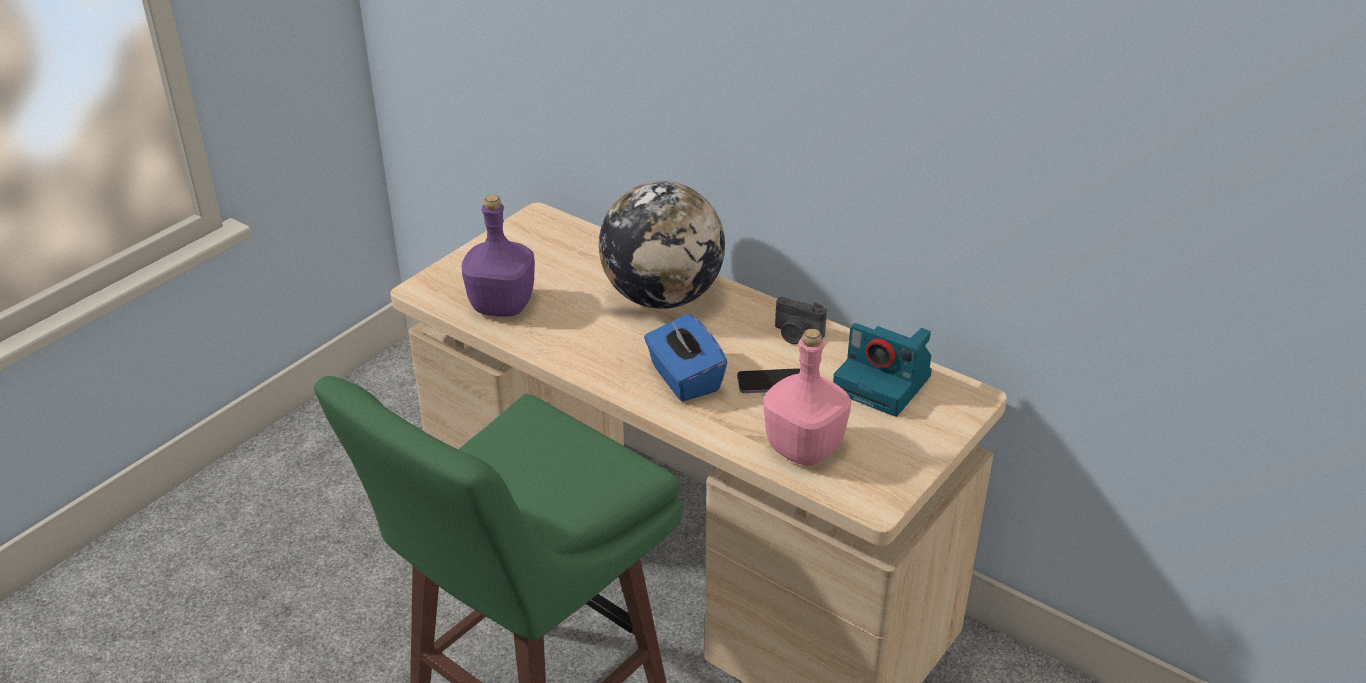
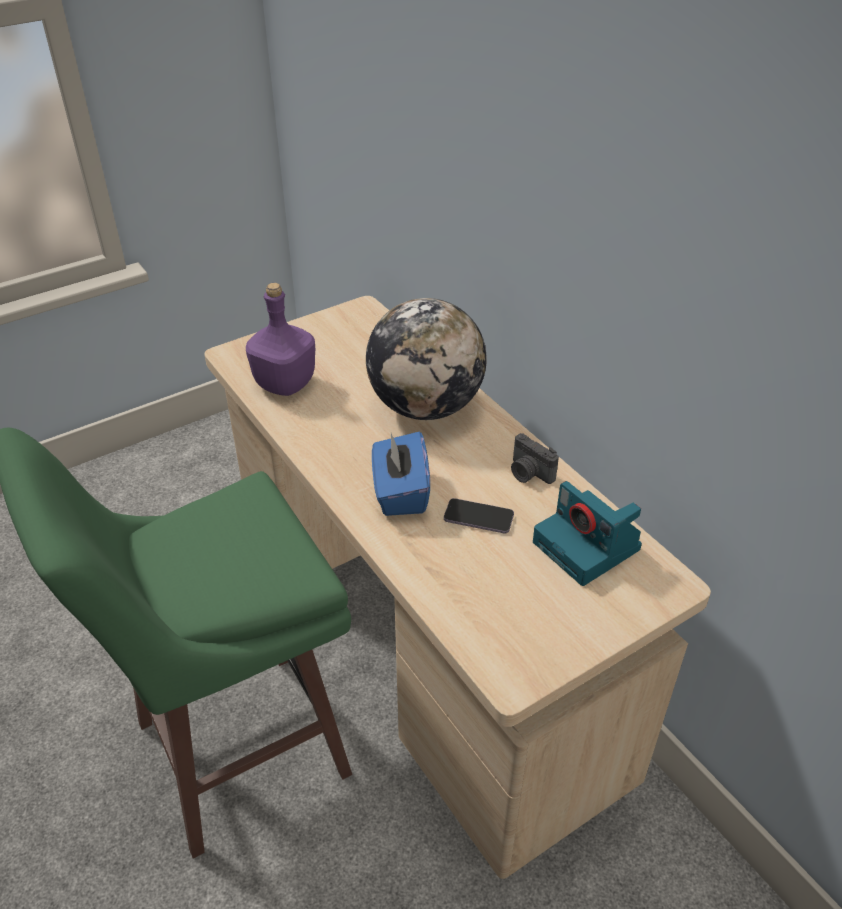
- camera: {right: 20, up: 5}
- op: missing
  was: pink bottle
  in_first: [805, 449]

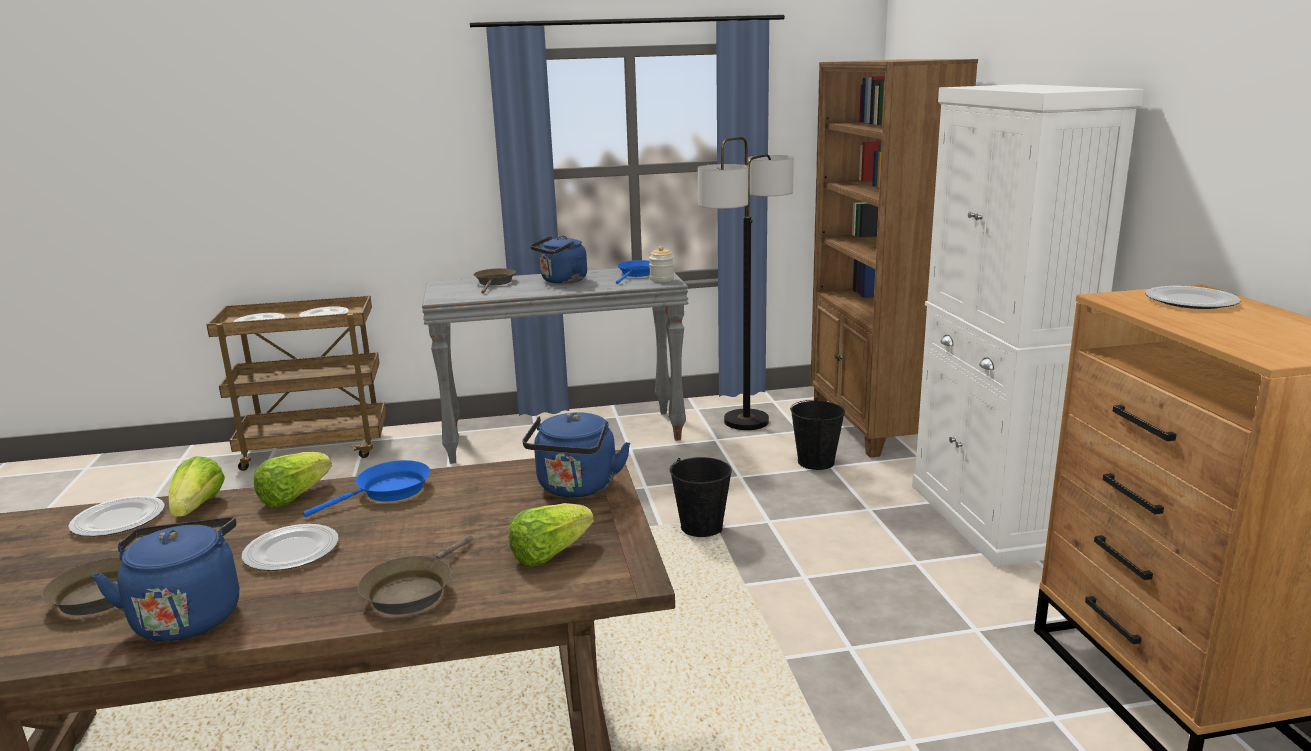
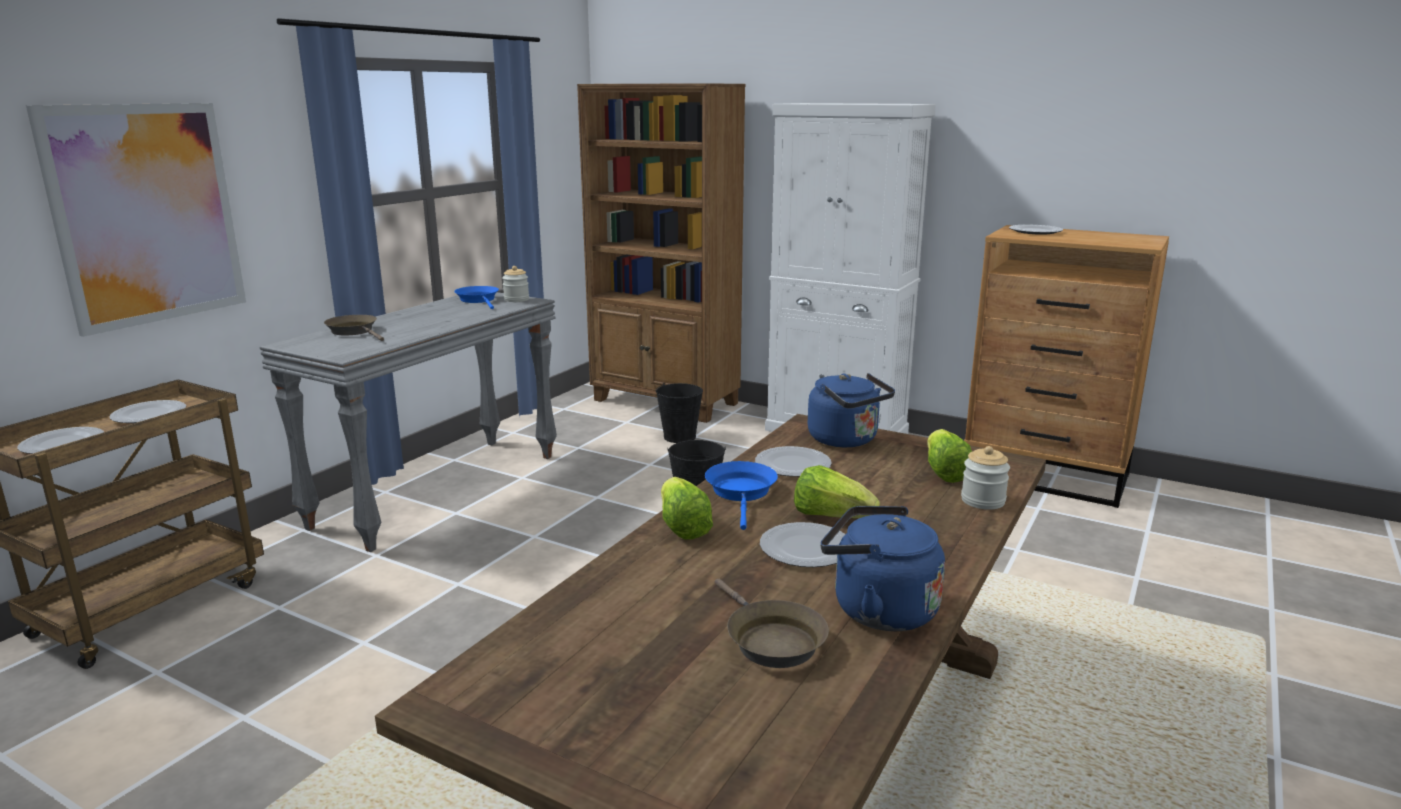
- camera: {right: -50, up: 0}
- op: relocated
  was: plate
  in_first: [120, 520]
  in_second: [793, 465]
- op: relocated
  was: lettuce
  in_first: [198, 508]
  in_second: [831, 516]
- op: missing
  was: brown frying pan
  in_first: [412, 590]
- op: missing
  was: blue kettle
  in_first: [562, 281]
- op: missing
  was: floor lamp
  in_first: [746, 421]
- op: appeared
  now: picture
  in_second: [146, 214]
- op: appeared
  now: jar
  in_second: [983, 501]

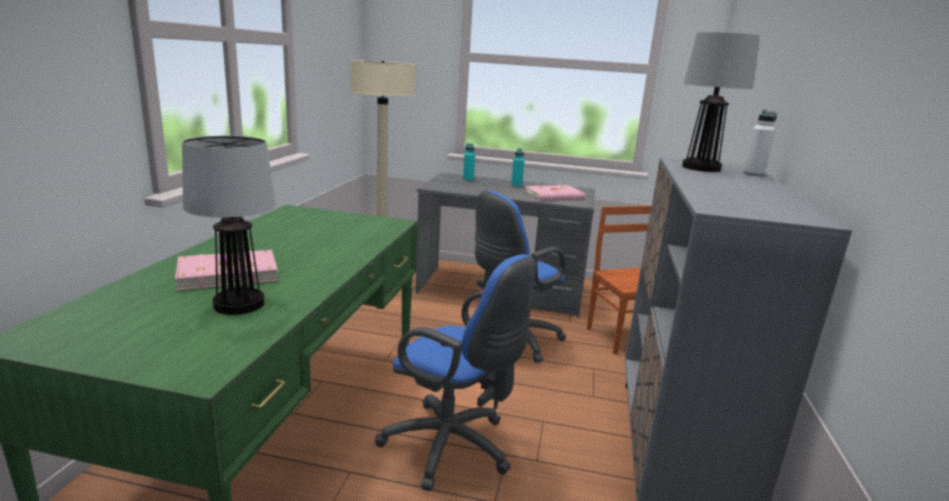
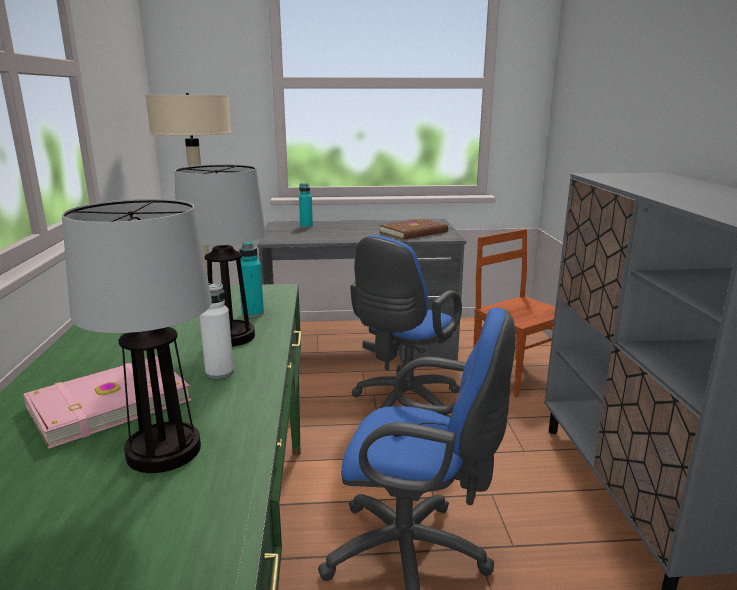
- camera: {right: -15, up: 0}
- op: relocated
  was: turquoise bottle
  in_first: [516, 186]
  in_second: [252, 313]
- op: colour
  was: pink book
  now: brown book
  in_first: [555, 196]
  in_second: [414, 232]
- op: relocated
  was: table lamp
  in_first: [701, 168]
  in_second: [231, 336]
- op: relocated
  was: white bottle
  in_first: [753, 174]
  in_second: [219, 372]

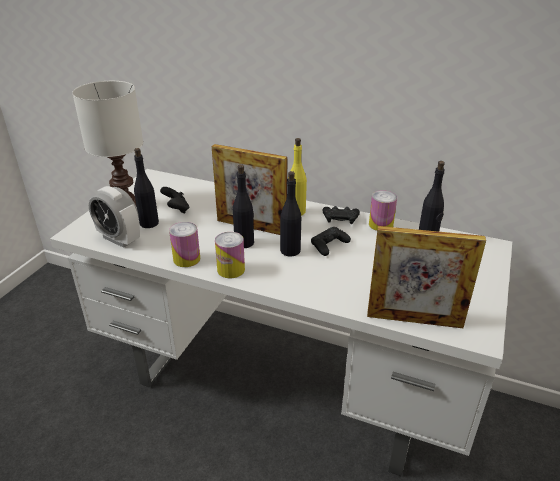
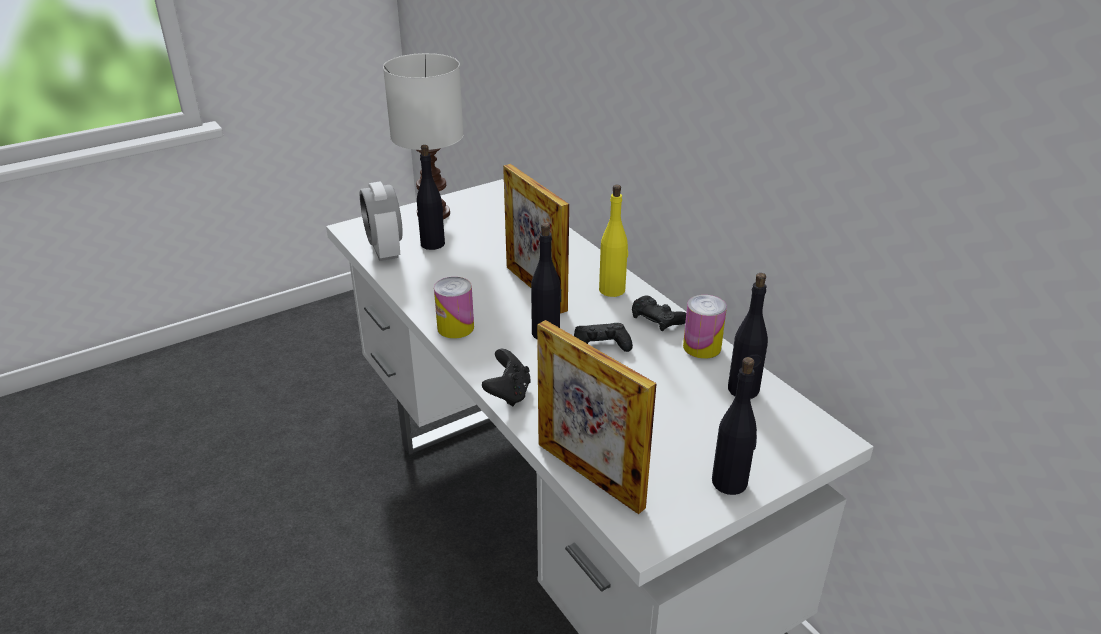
- camera: {right: 35, up: 0}
- op: relocated
  was: black game controller
  in_first: [176, 209]
  in_second: [508, 393]
- op: missing
  was: can
  in_first: [186, 259]
- op: relocated
  was: black bottle
  in_first: [244, 242]
  in_second: [730, 482]

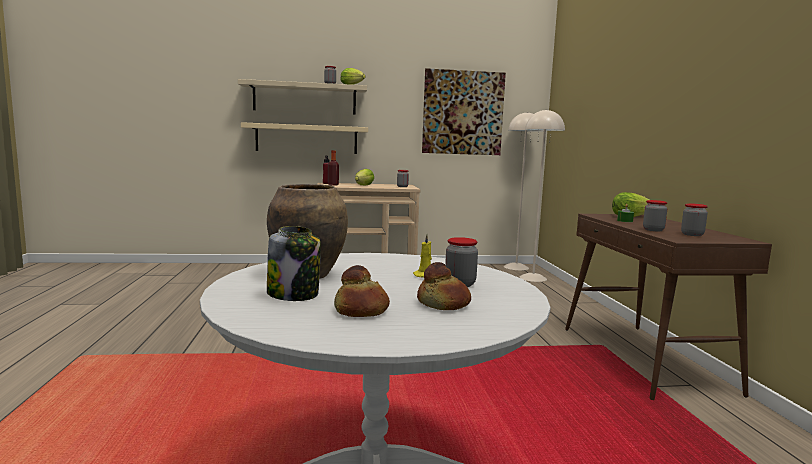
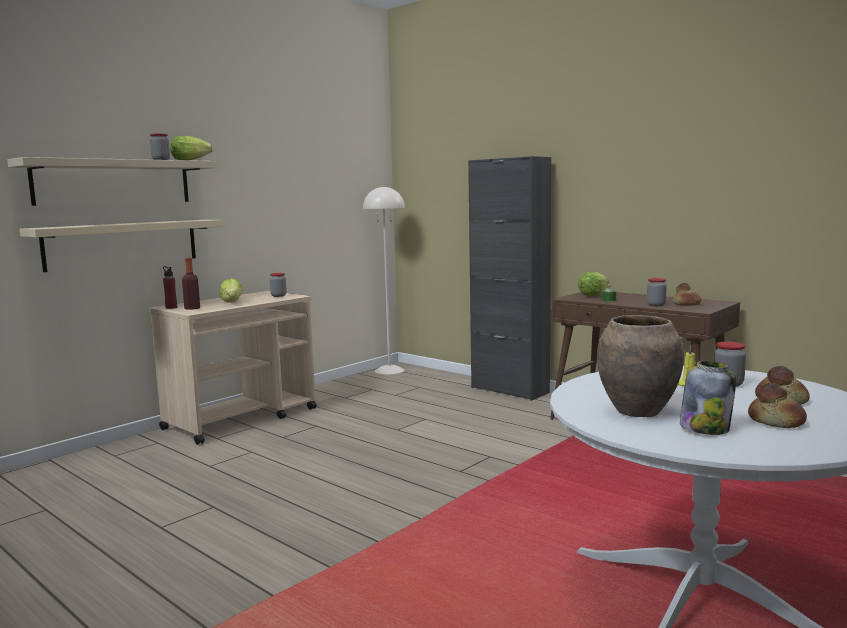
- camera: {right: -40, up: 0}
- op: missing
  was: picture
  in_first: [463, 113]
- op: missing
  was: beige floor lamp
  in_first: [533, 278]
- op: exchanged
  was: jar
  now: bread
  in_first: [692, 234]
  in_second: [687, 304]
- op: appeared
  now: black cabinet
  in_second: [509, 390]

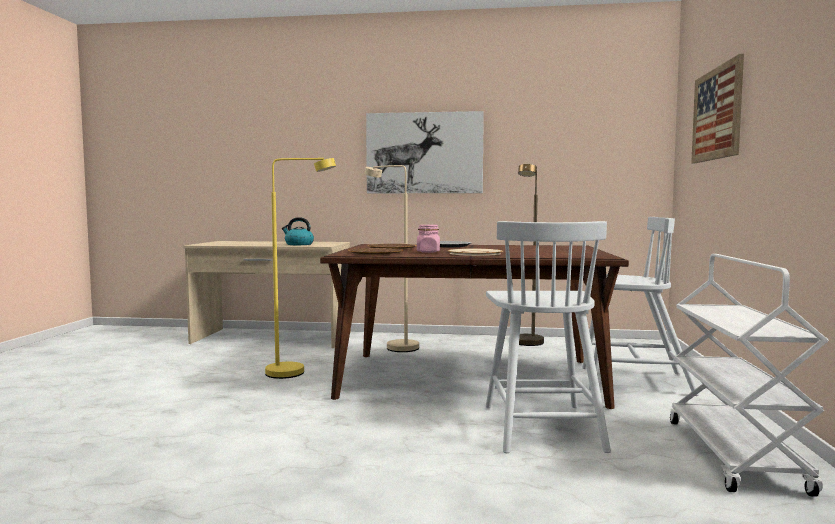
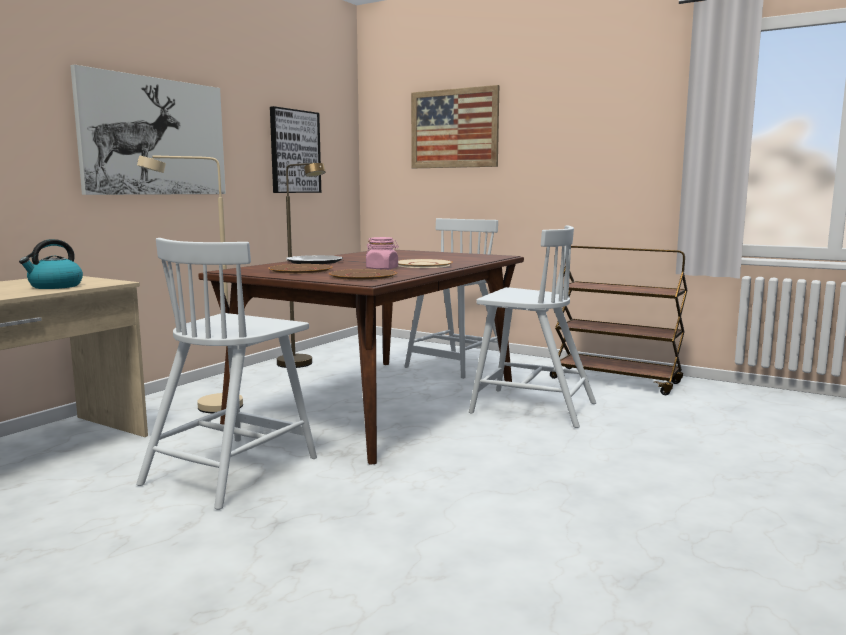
- camera: {right: -65, up: 5}
- op: exchanged
  was: yellow floor lamp
  now: white chair
  in_first: [296, 372]
  in_second: [233, 469]
- op: colour
  was: white cart
  now: brown cart
  in_first: [735, 456]
  in_second: [616, 381]
- op: appeared
  now: picture
  in_second: [294, 151]

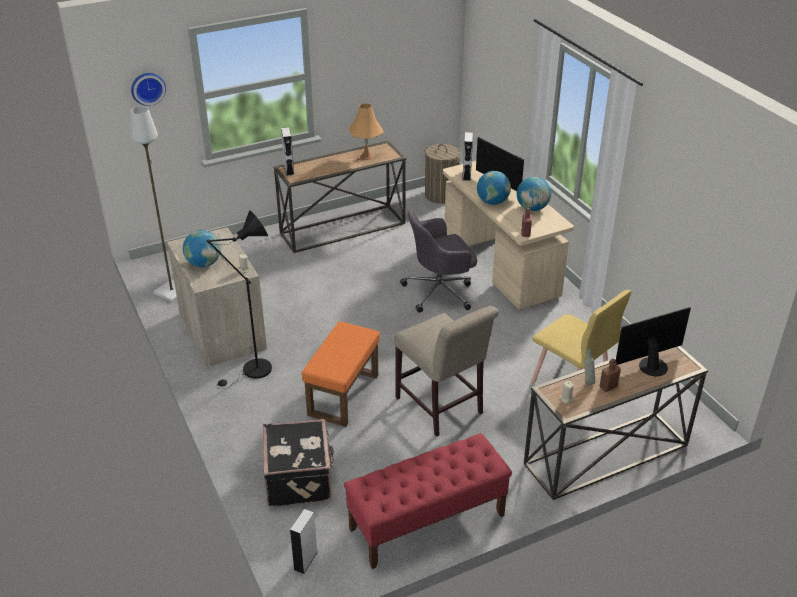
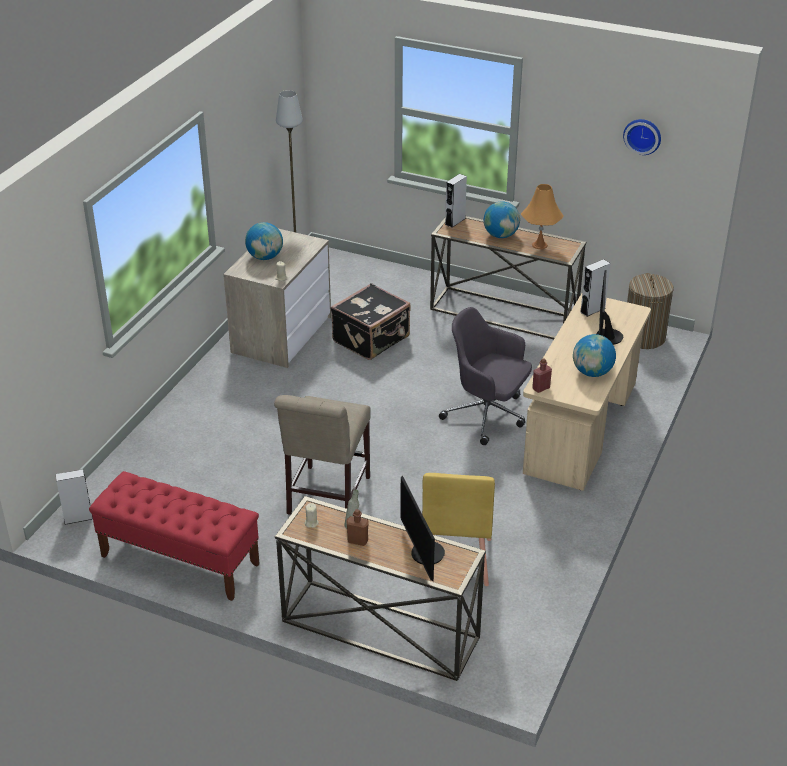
- camera: {right: 50, up: 0}
- op: relocated
  was: wall clock
  in_first: [147, 88]
  in_second: [643, 135]
- op: missing
  was: black floor lamp
  in_first: [252, 372]
- op: relocated
  was: black suitcase
  in_first: [300, 479]
  in_second: [372, 339]
- op: missing
  was: orange ottoman
  in_first: [344, 396]
- op: relocated
  was: globe
  in_first: [492, 202]
  in_second: [501, 235]
- op: spun
  was: monitor
  in_first: [651, 365]
  in_second: [424, 554]
  clockwise: -135

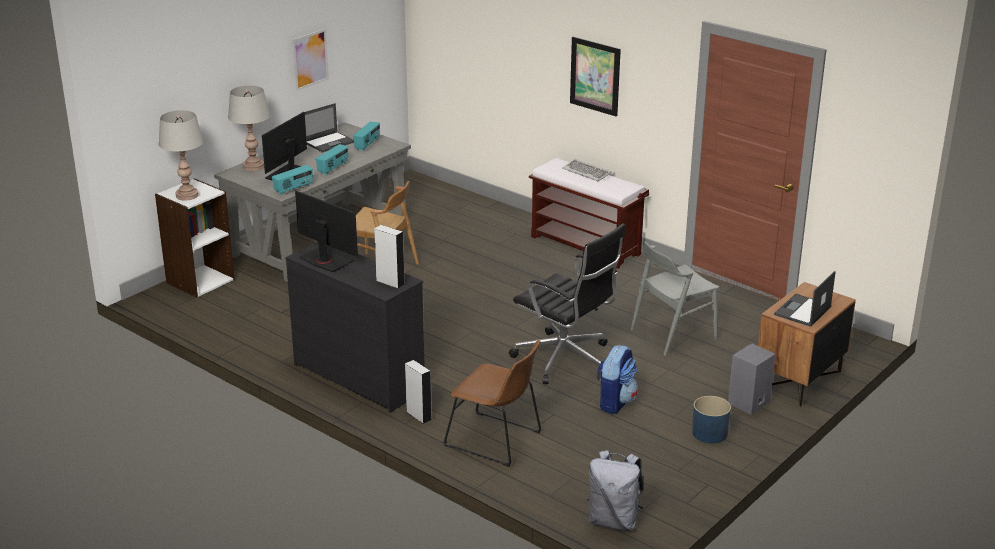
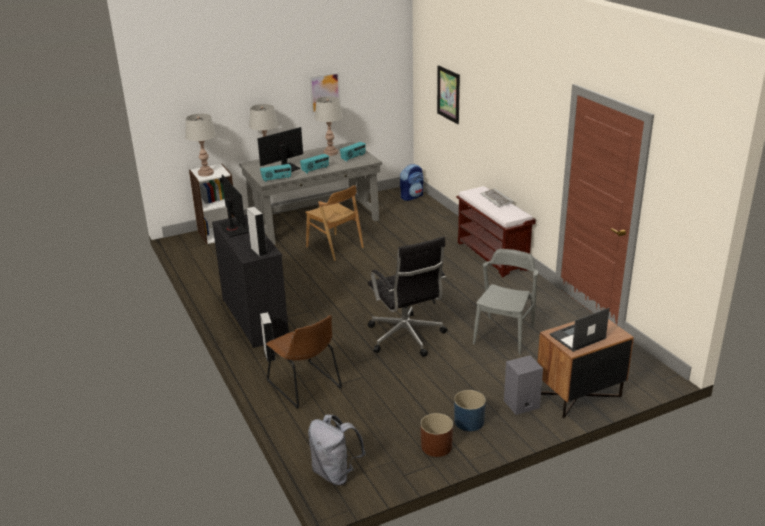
- camera: {right: 25, up: 0}
- op: exchanged
  was: laptop
  now: grey table lamp
  in_first: [329, 142]
  in_second: [330, 153]
- op: relocated
  was: picture
  in_first: [595, 76]
  in_second: [448, 94]
- op: relocated
  was: backpack
  in_first: [615, 402]
  in_second: [412, 196]
- op: spun
  was: grey chair
  in_first: [672, 334]
  in_second: [504, 335]
  clockwise: 120
- op: appeared
  now: brown planter
  in_second: [436, 446]

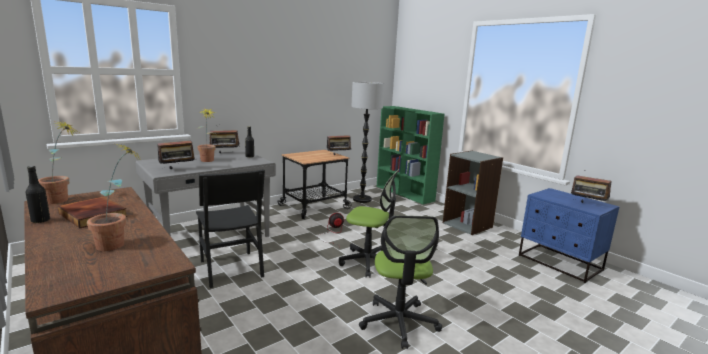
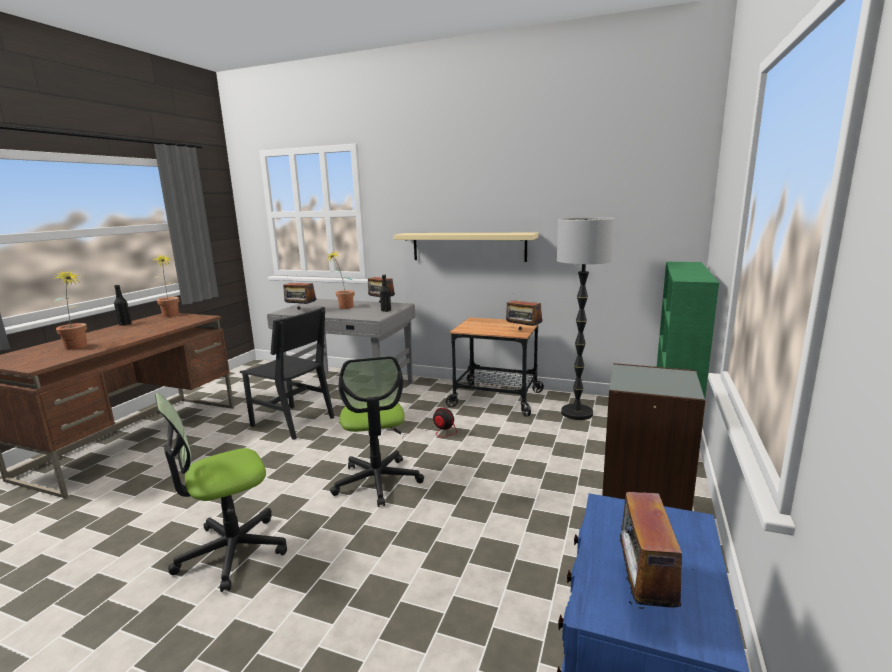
- camera: {right: 60, up: 0}
- op: missing
  was: book
  in_first: [95, 215]
- op: spun
  was: black chair
  in_first: [231, 268]
  in_second: [292, 422]
  clockwise: -90
- op: appeared
  now: beige shelf
  in_second: [468, 246]

